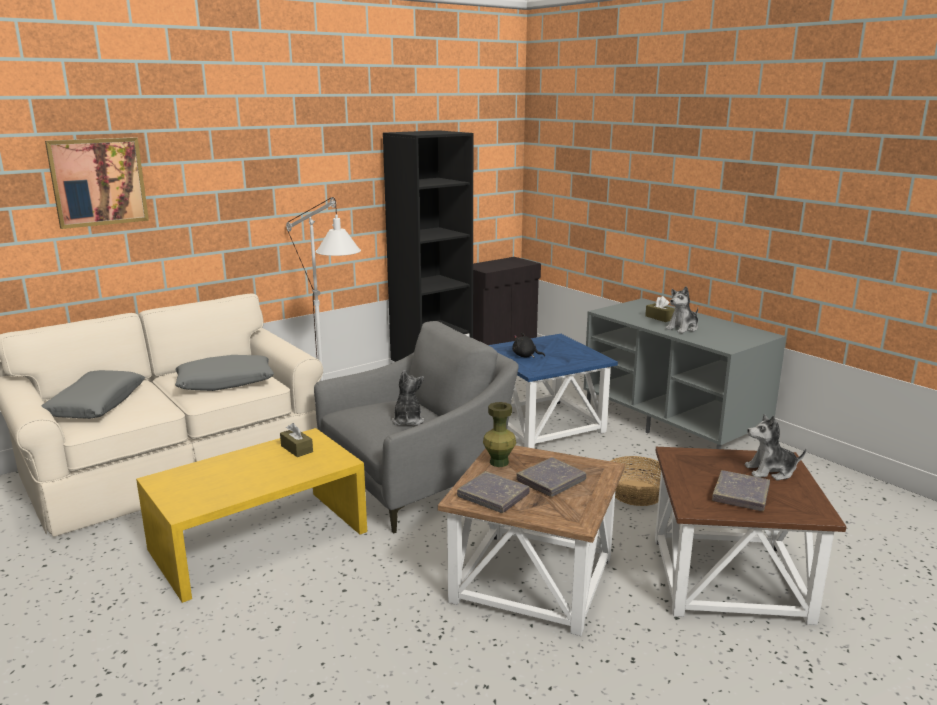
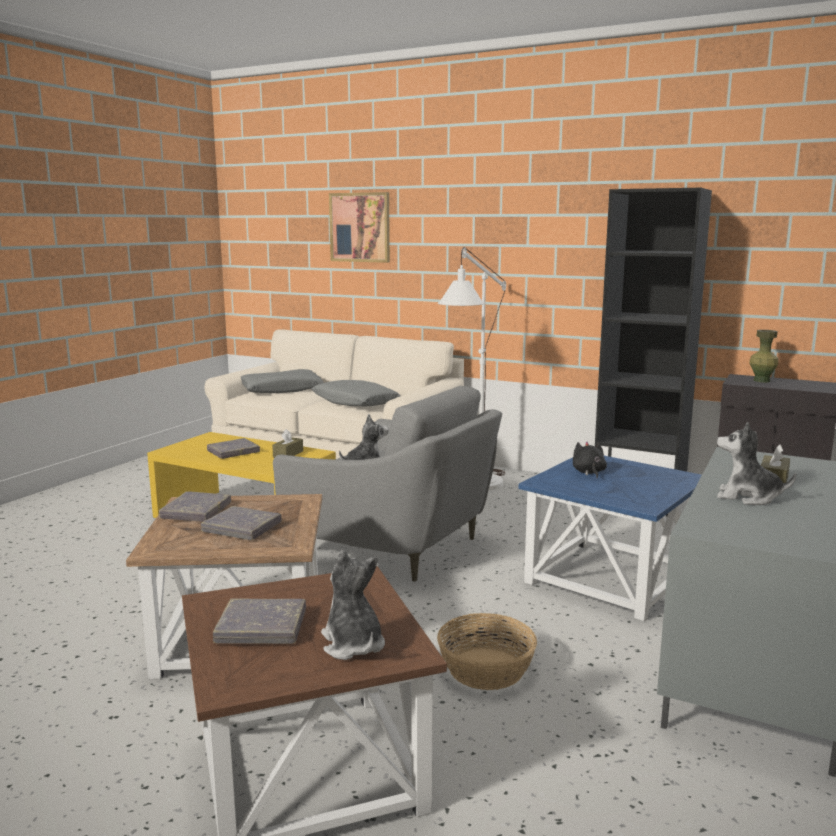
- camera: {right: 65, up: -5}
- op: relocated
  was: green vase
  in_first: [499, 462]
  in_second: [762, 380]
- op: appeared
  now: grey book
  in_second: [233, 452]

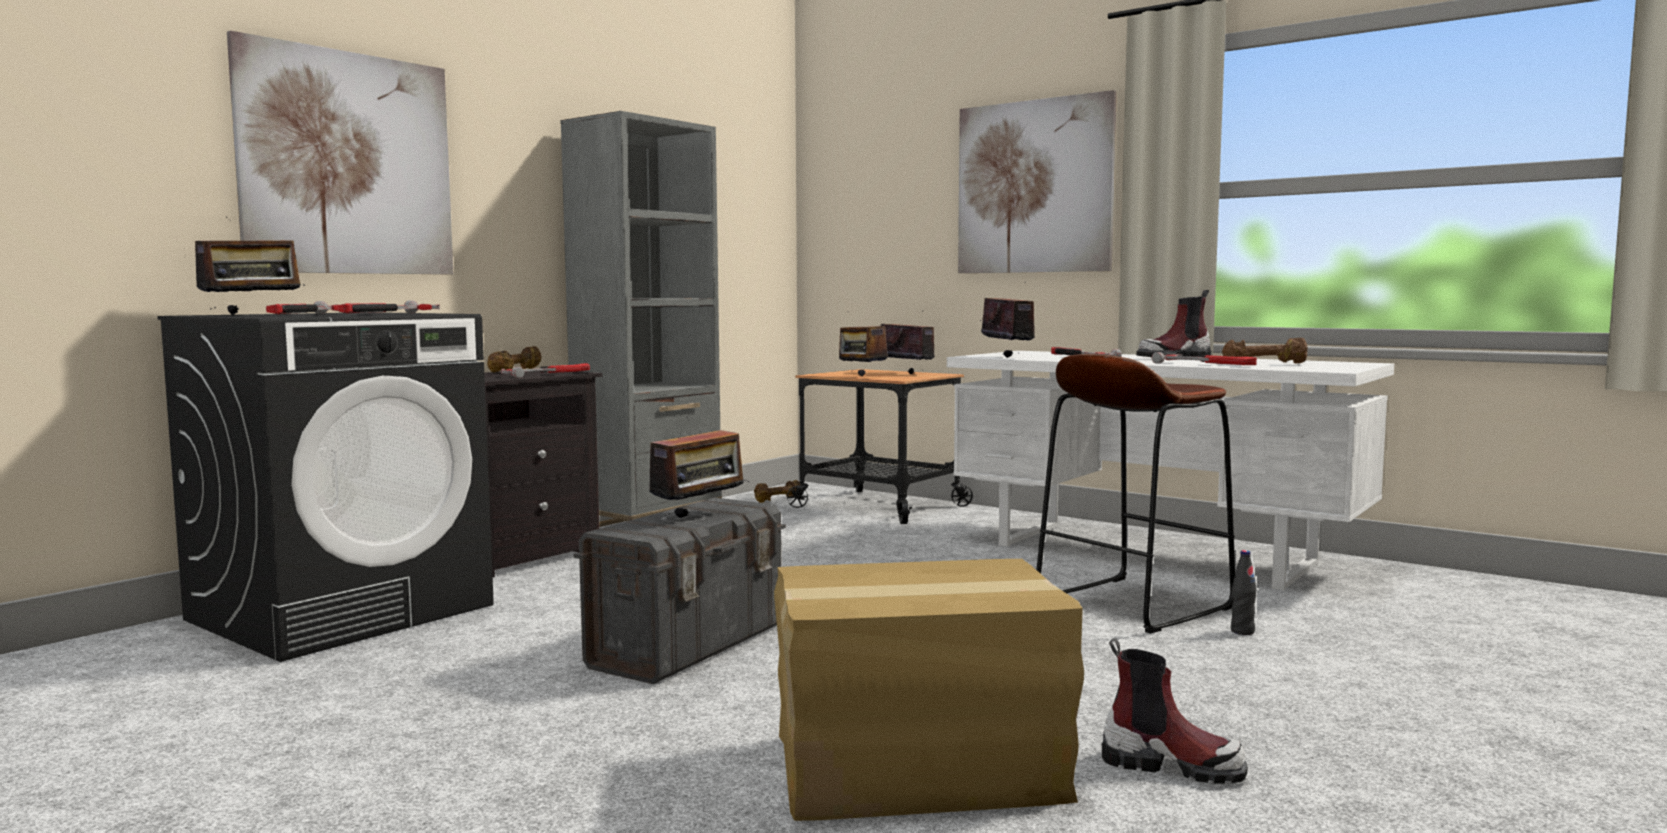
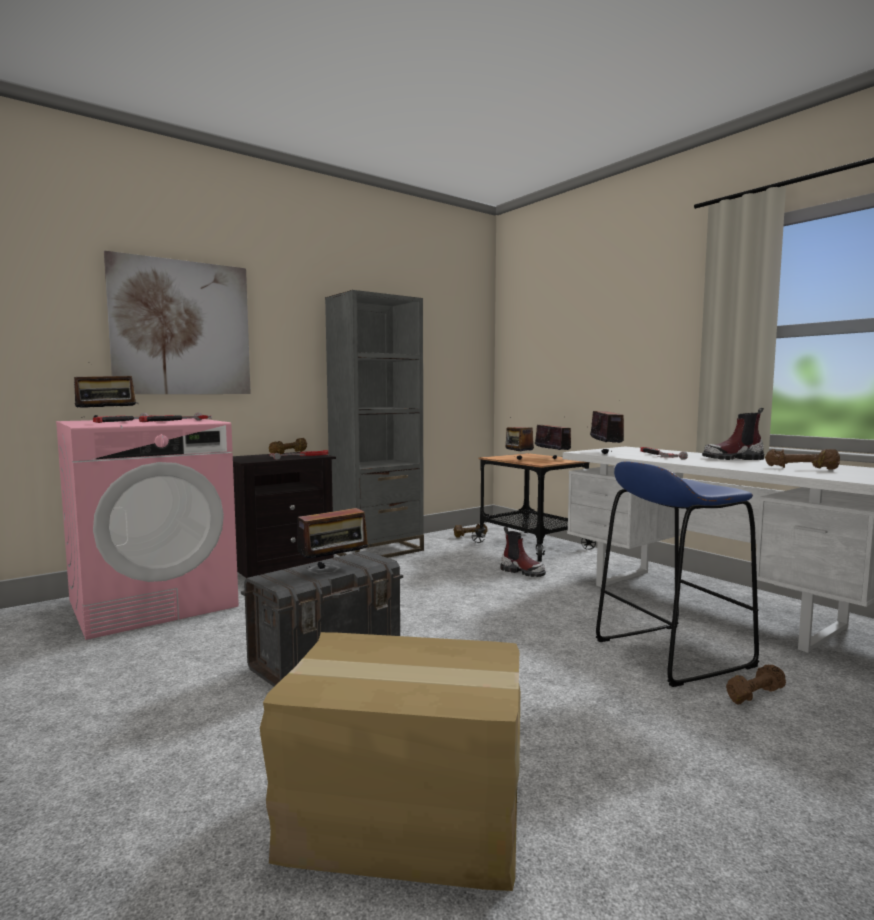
- camera: {right: 15, up: 0}
- op: colour
  was: black washing machine
  now: pink washing machine
  in_first: [343, 612]
  in_second: [153, 603]
- op: missing
  was: picture
  in_first: [1034, 187]
- op: colour
  was: brown stool
  now: blue stool
  in_first: [1132, 604]
  in_second: [672, 653]
- op: relocated
  was: boot
  in_first: [1171, 765]
  in_second: [522, 572]
- op: missing
  was: hammer
  in_first: [1207, 364]
- op: exchanged
  was: black bottle
  now: brown dumbbell
  in_first: [1242, 631]
  in_second: [754, 695]

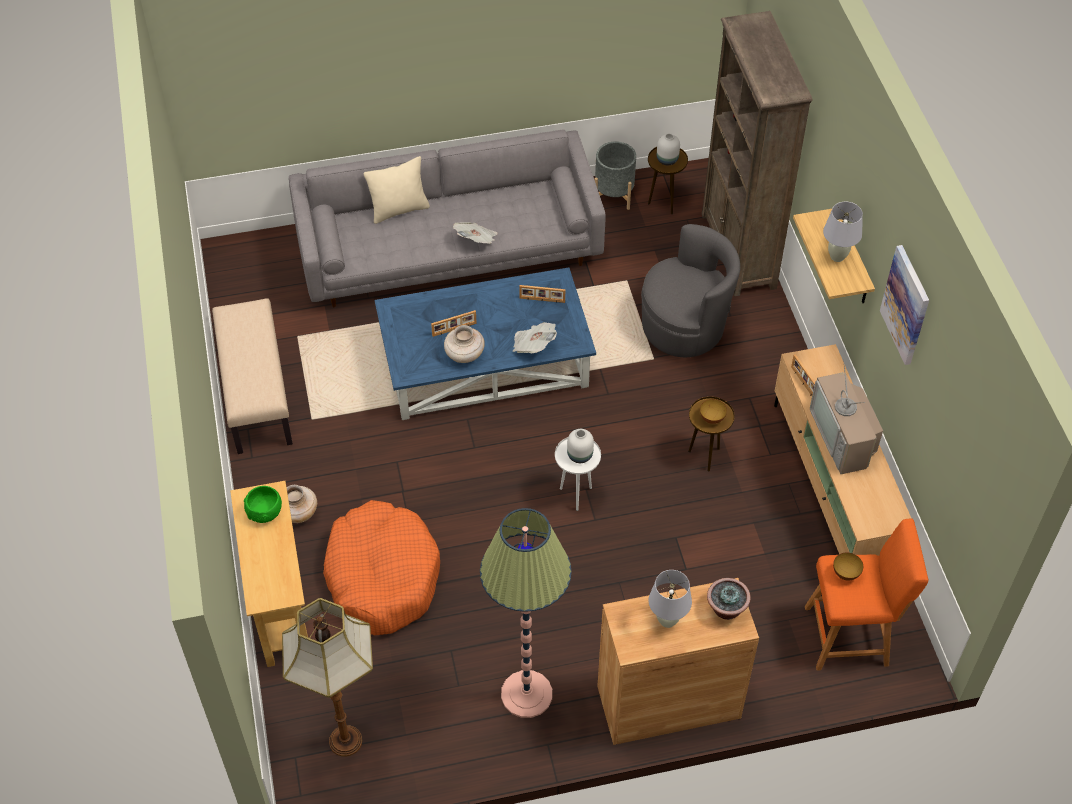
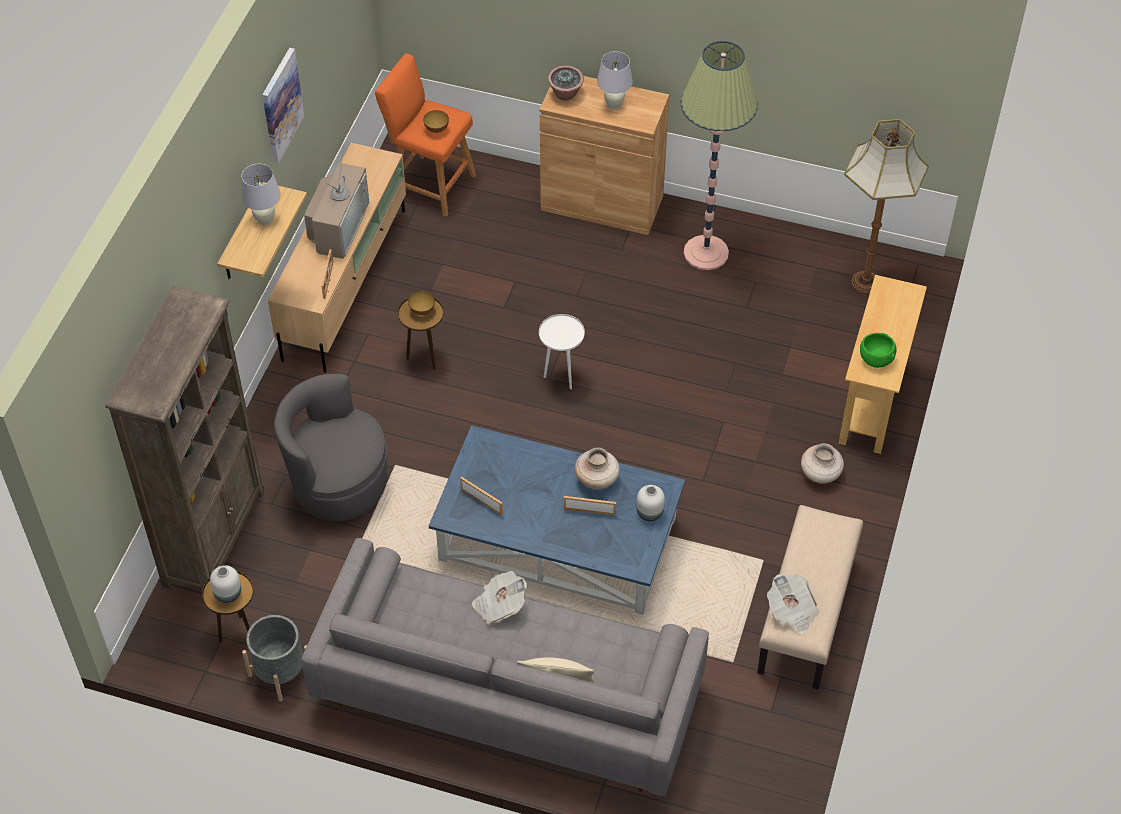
- camera: {right: -150, up: 0}
- op: missing
  was: orange dog bed
  in_first: [382, 576]
- op: relocated
  was: newspaper
  in_first: [533, 345]
  in_second: [791, 611]
- op: relocated
  was: white vase
  in_first: [579, 456]
  in_second: [650, 512]

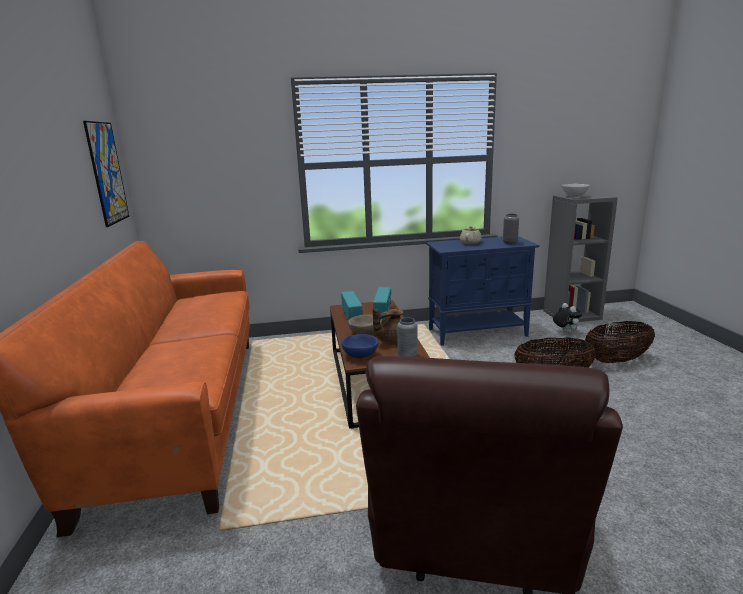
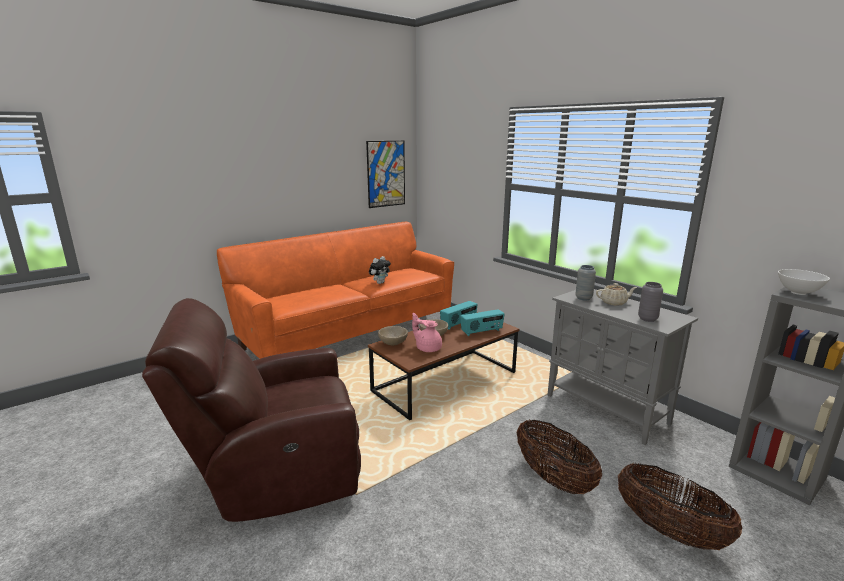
- camera: {right: 60, up: 0}
- op: colour
  was: blue bowl
  now: beige bowl
  in_first: [360, 355]
  in_second: [393, 343]
- op: colour
  was: brown teapot
  now: pink teapot
  in_first: [392, 342]
  in_second: [427, 348]
- op: relocated
  was: grey vase
  in_first: [407, 356]
  in_second: [583, 298]
- op: colour
  was: blue cabinet
  now: grey cabinet
  in_first: [478, 332]
  in_second: [607, 409]
- op: relocated
  was: plush toy
  in_first: [565, 332]
  in_second: [380, 283]

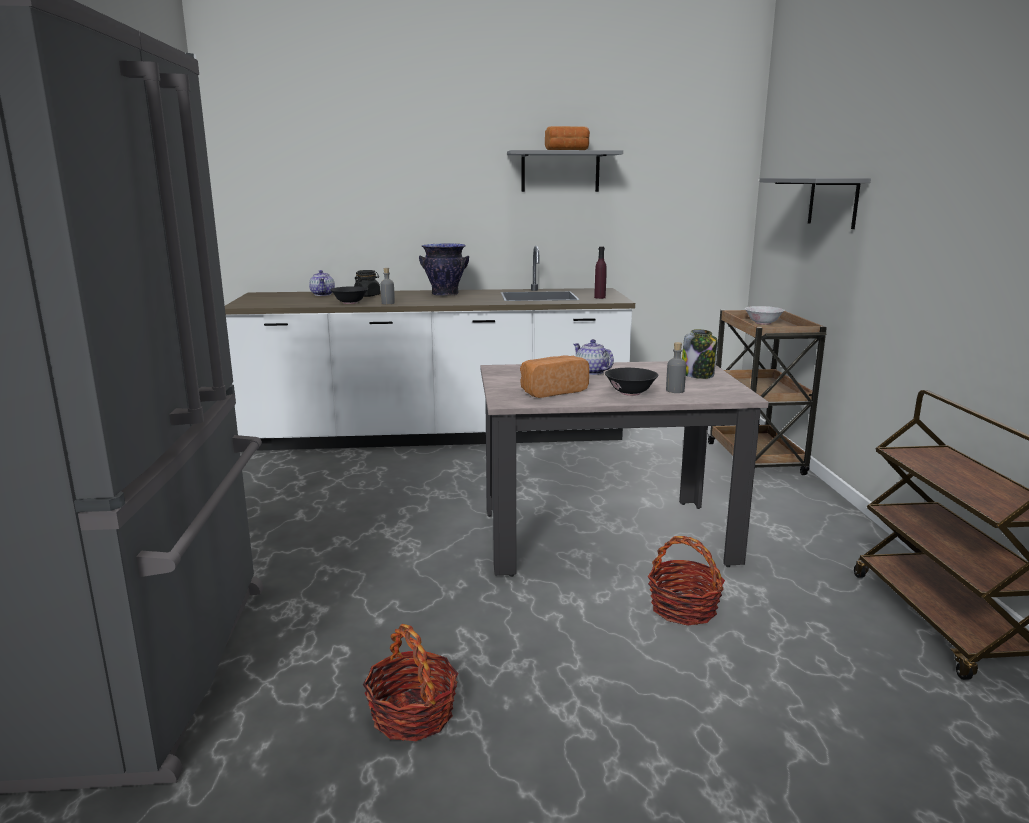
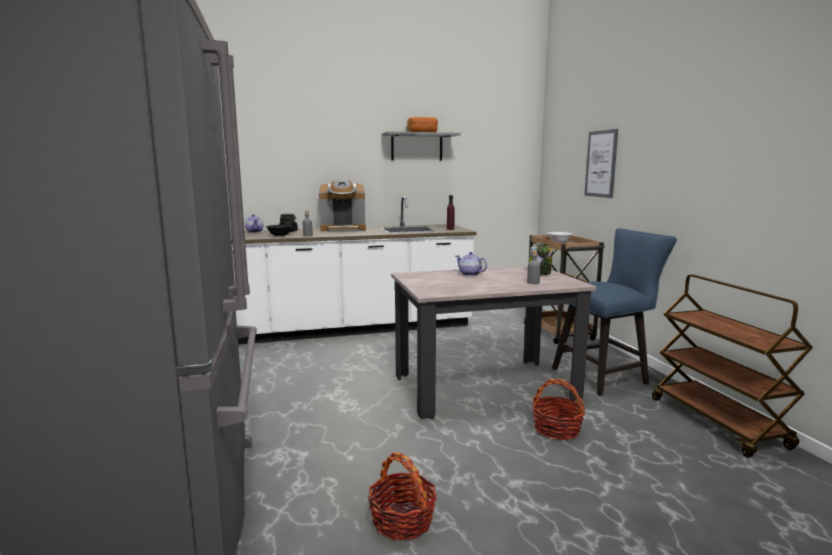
- camera: {right: -10, up: -5}
- op: exchanged
  was: vase
  now: coffee machine
  in_first: [445, 294]
  in_second: [343, 229]
- op: missing
  was: bread
  in_first: [551, 391]
- op: missing
  was: black bowl
  in_first: [630, 393]
- op: exchanged
  was: grey shelf
  now: picture
  in_first: [833, 202]
  in_second: [601, 164]
- op: appeared
  now: blue chair
  in_second: [605, 375]

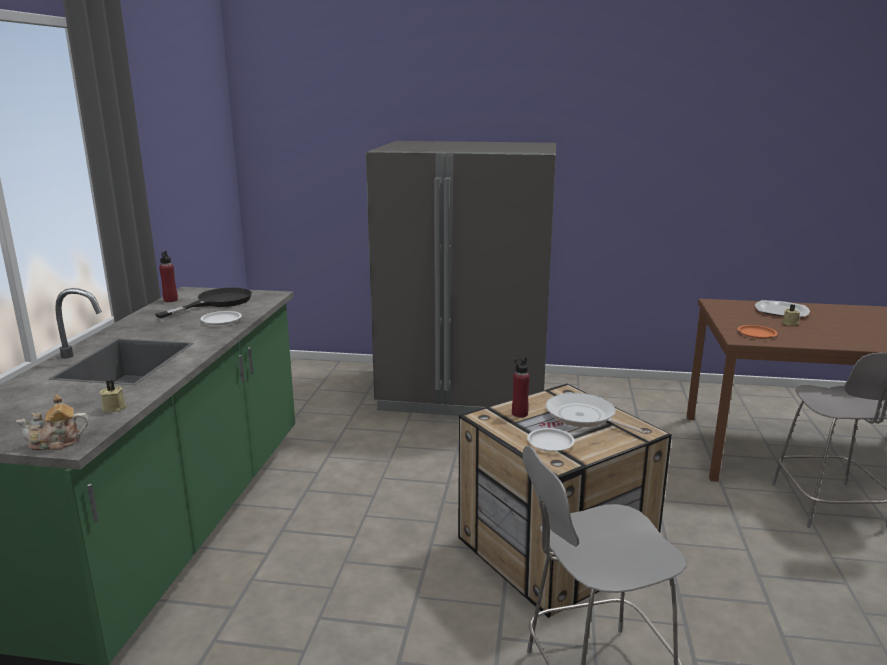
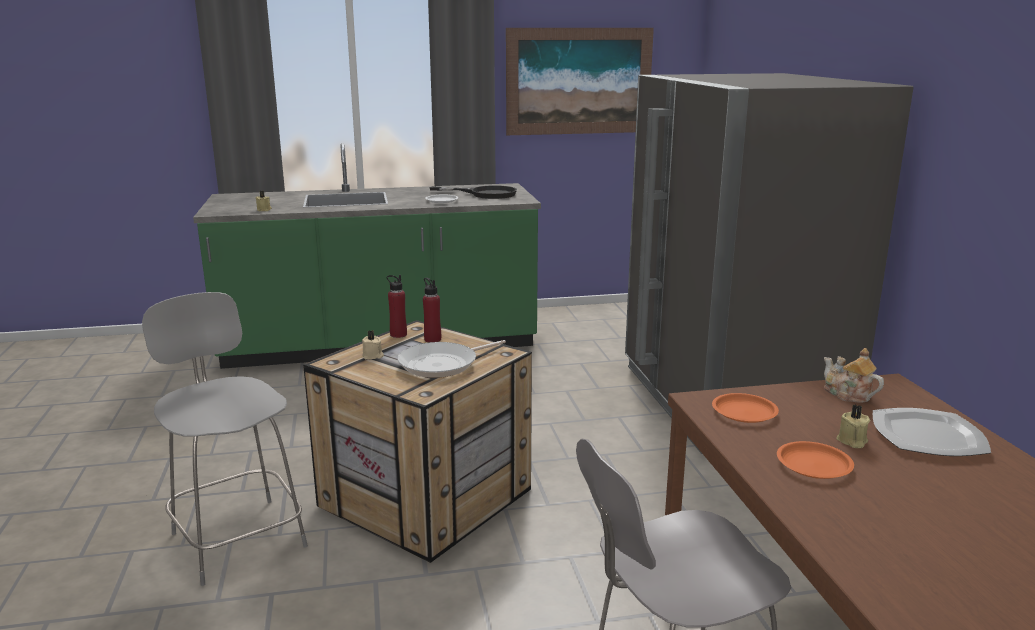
- camera: {right: 70, up: 0}
- op: relocated
  was: teapot
  in_first: [56, 443]
  in_second: [847, 394]
- op: relocated
  was: red bottle
  in_first: [170, 300]
  in_second: [398, 334]
- op: exchanged
  was: white plate
  now: beige candle
  in_first: [550, 443]
  in_second: [373, 356]
- op: spun
  was: frying pan
  in_first: [583, 417]
  in_second: [442, 364]
  clockwise: -150
- op: appeared
  now: picture
  in_second: [579, 81]
- op: appeared
  now: orange plate
  in_second: [814, 465]

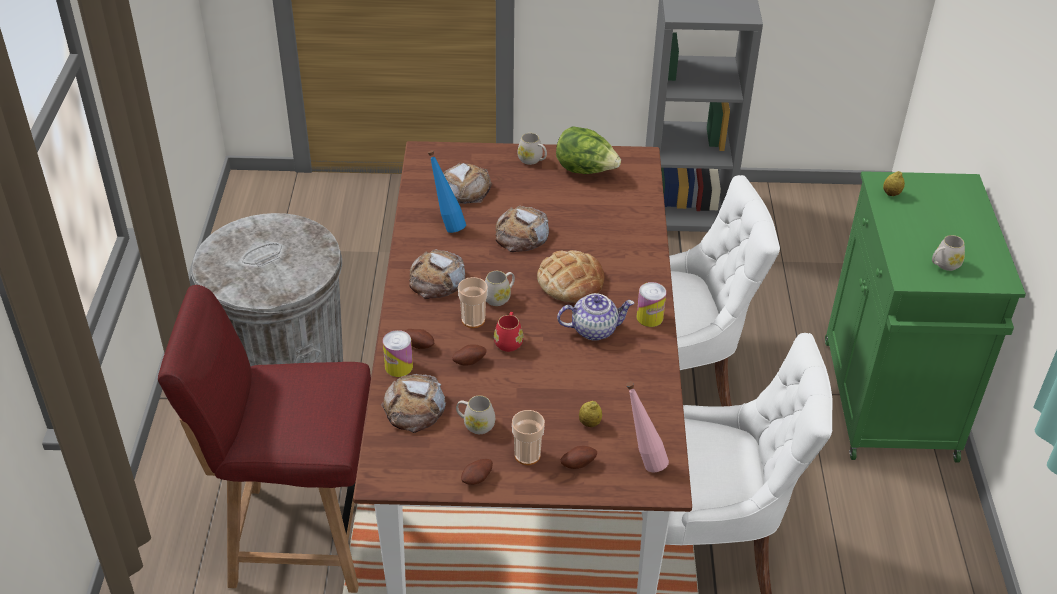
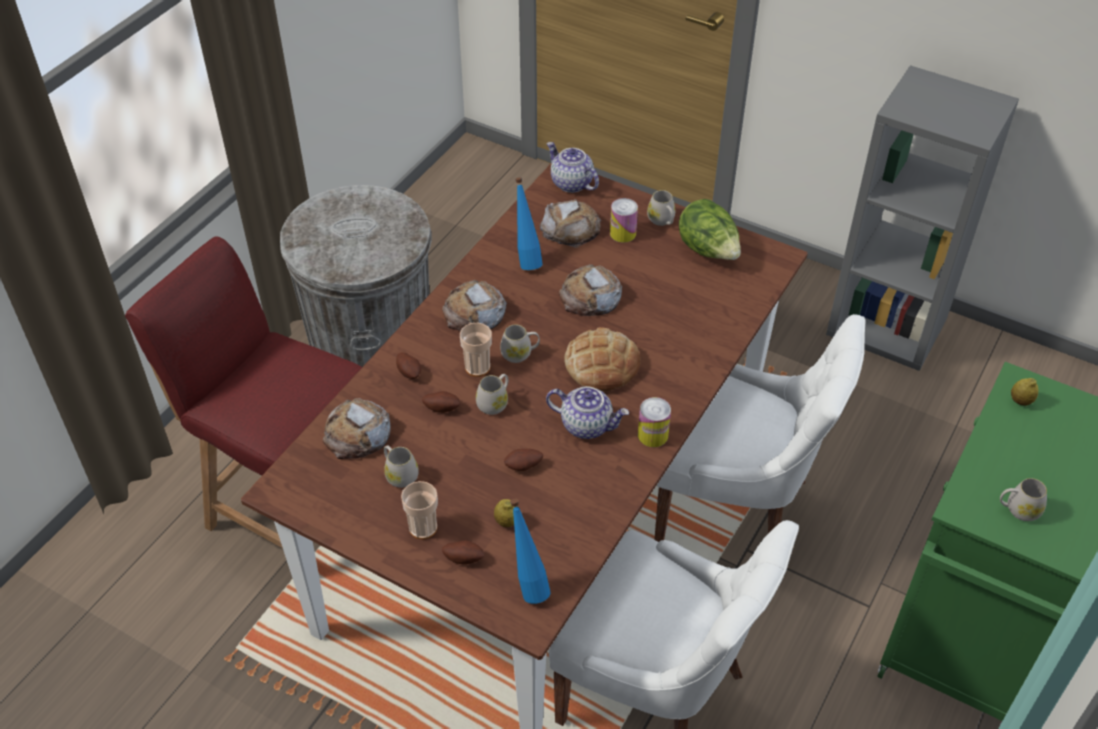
- camera: {right: 30, up: 5}
- op: relocated
  was: can
  in_first: [398, 366]
  in_second: [623, 233]
- op: relocated
  was: potato
  in_first: [477, 479]
  in_second: [524, 467]
- op: colour
  was: red mug
  now: white mug
  in_first: [509, 341]
  in_second: [494, 402]
- op: colour
  was: pink bottle
  now: blue bottle
  in_first: [643, 461]
  in_second: [528, 585]
- op: appeared
  now: teapot
  in_second: [571, 183]

